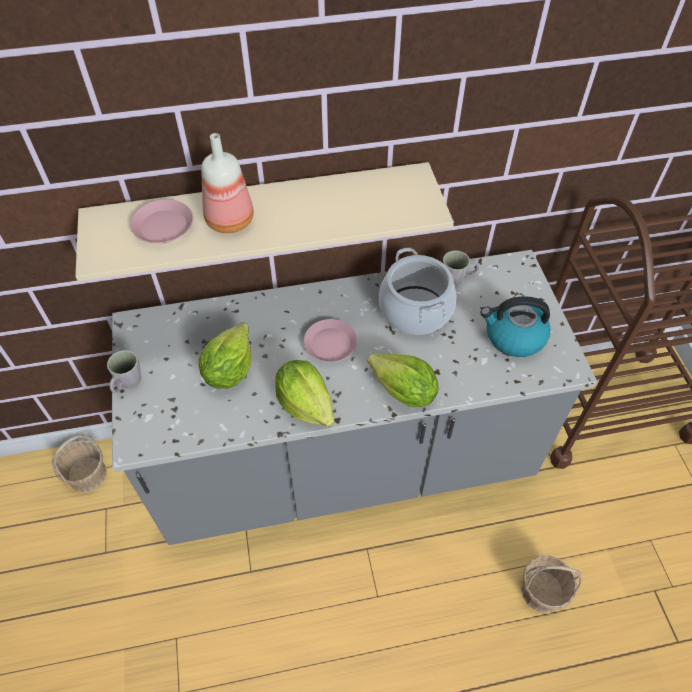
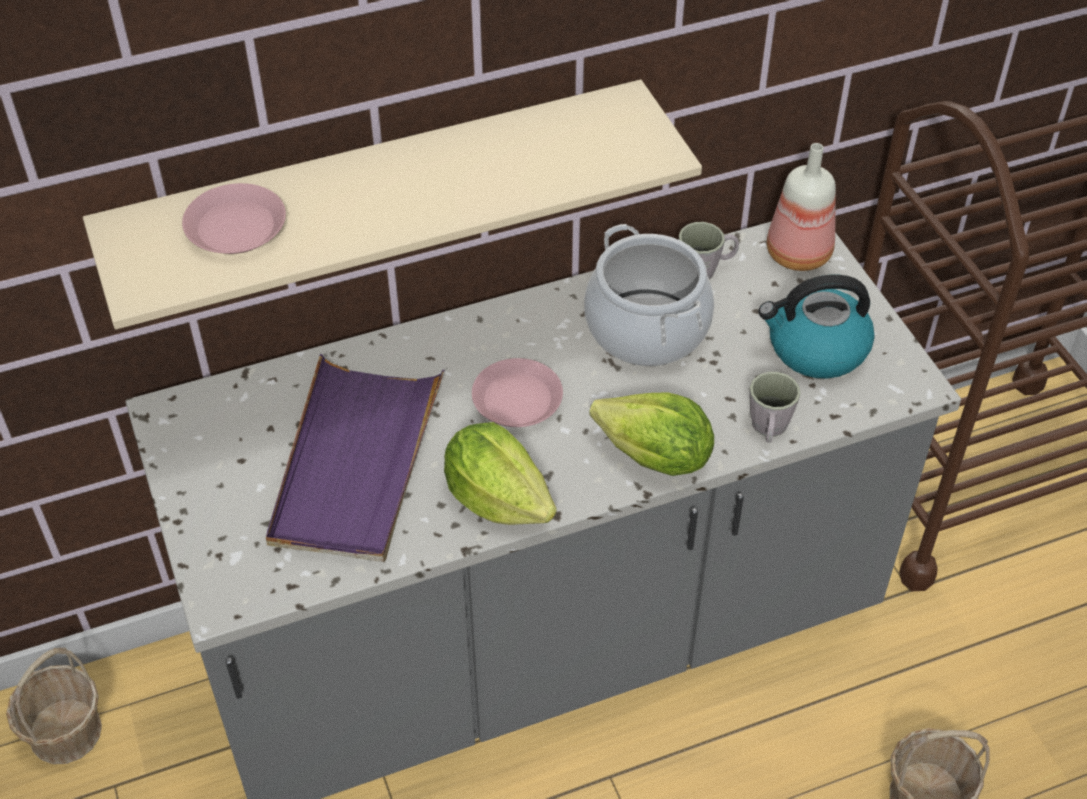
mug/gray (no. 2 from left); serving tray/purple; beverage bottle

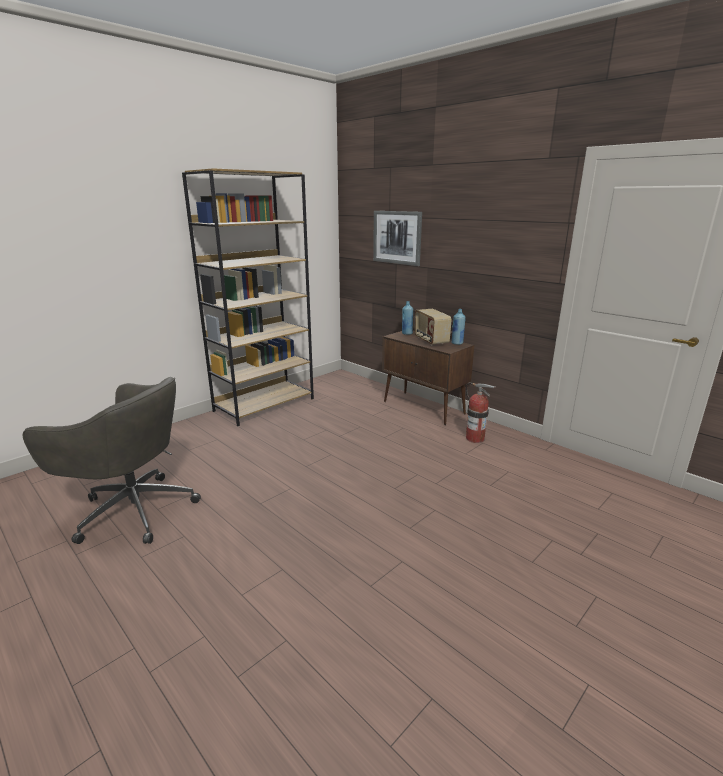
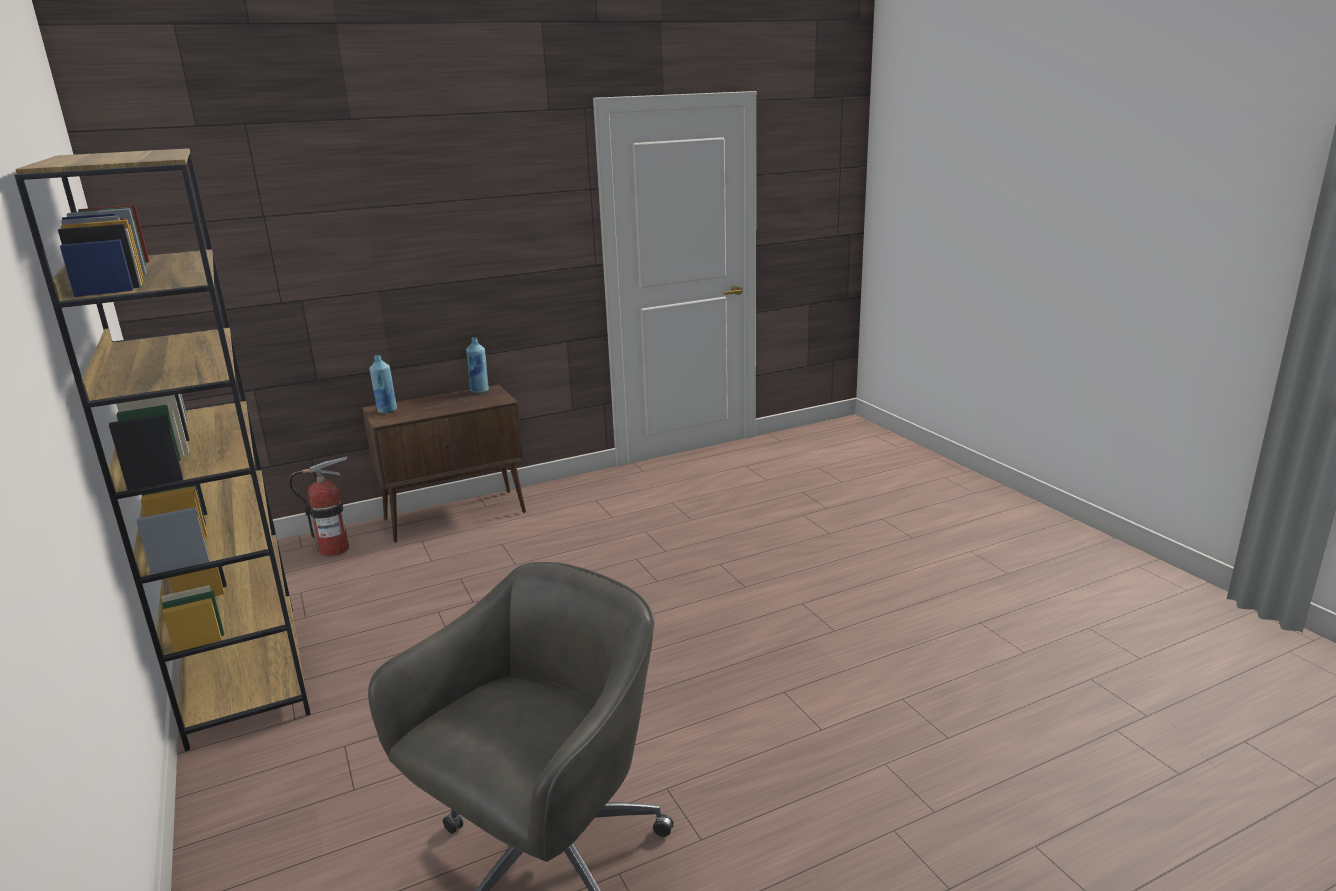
wall picture; radio receiver; extinguisher

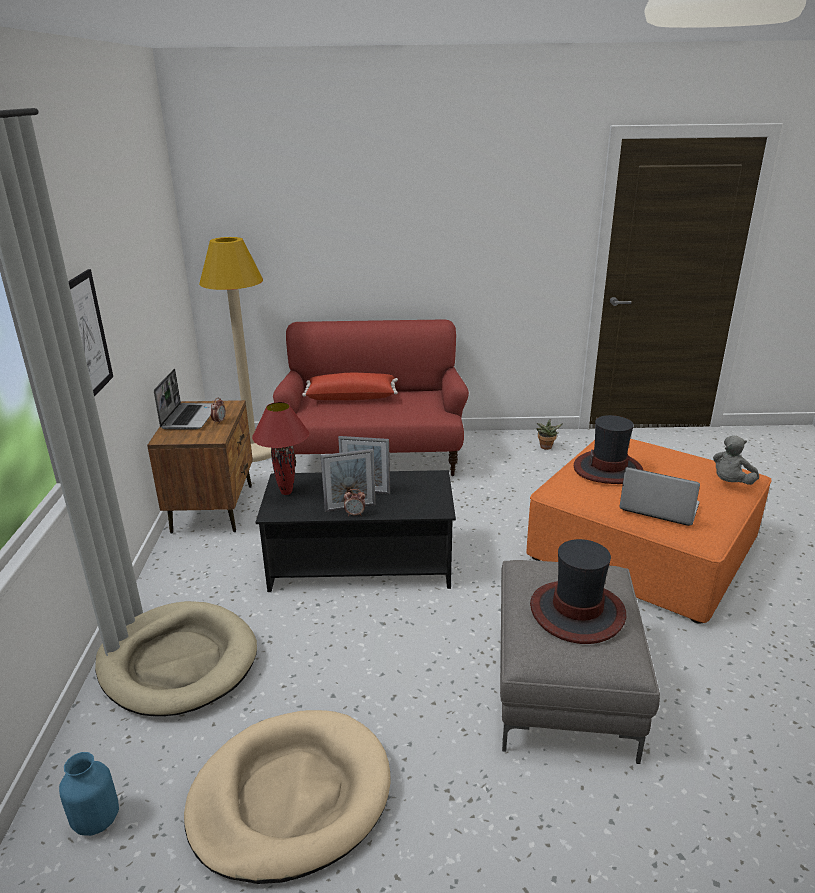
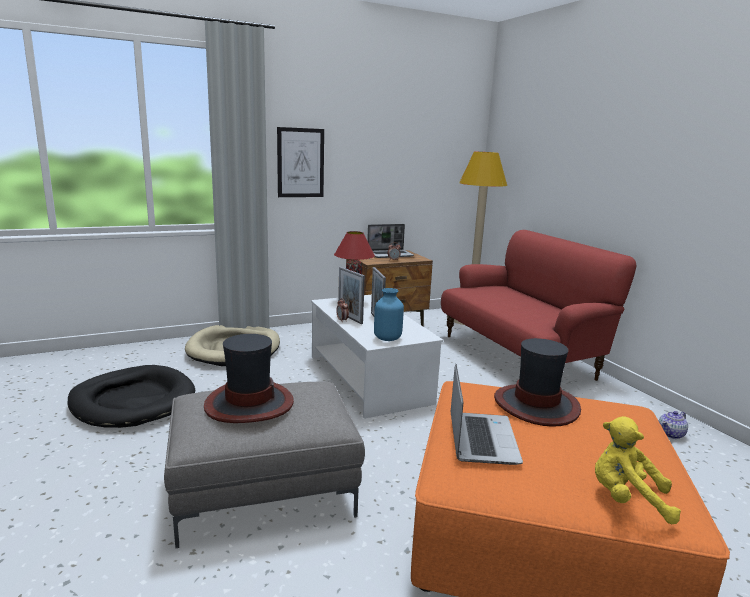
flower vase/blue-coloured; pet bed/blackish; coffee table/whitish; throw pillow/red; pot for tea; plush toy/yellow-coloured

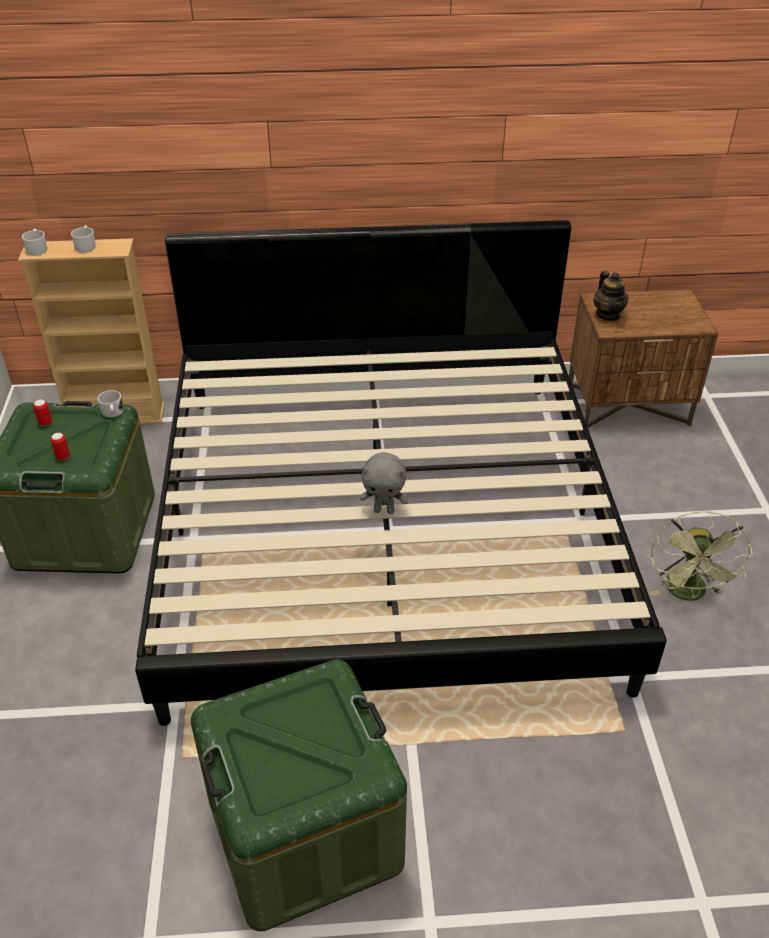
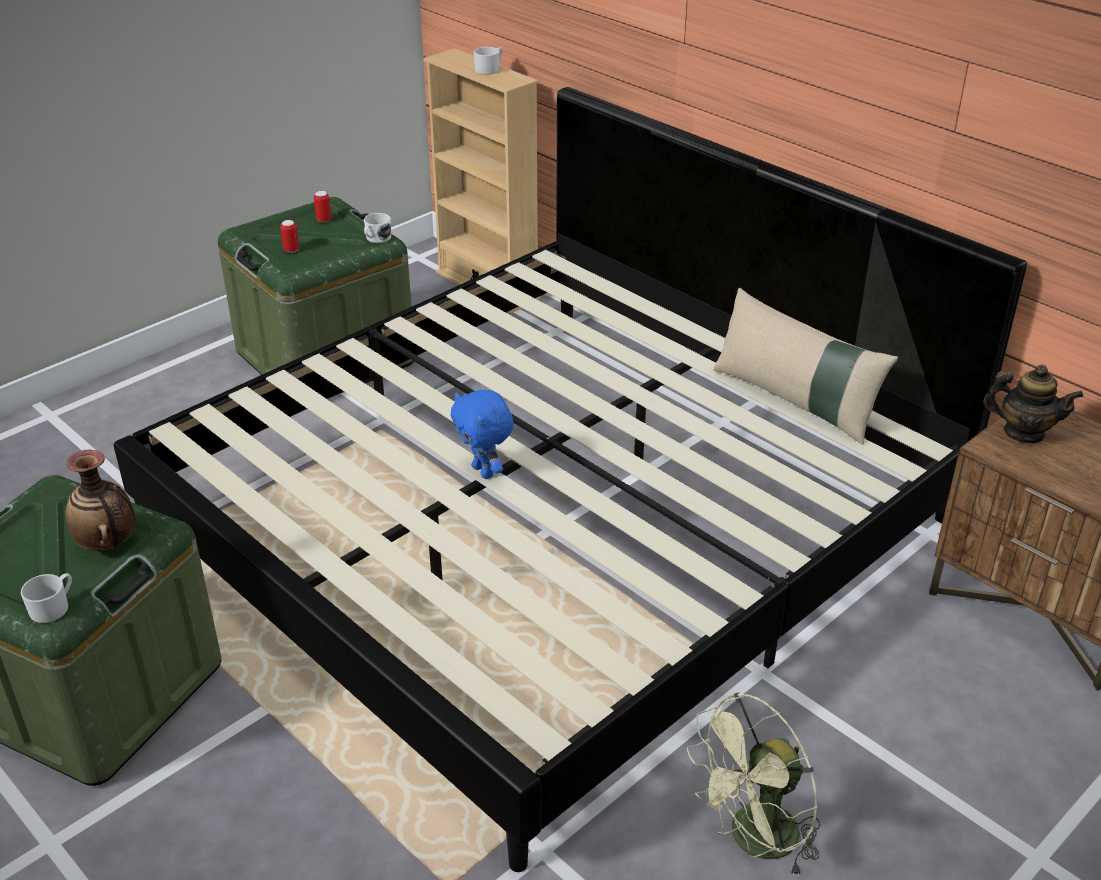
mug/whitish (no. 1 from left); plush toy/blue-coloured; pot for tea; flower vase; throw pillow/sand-coloured

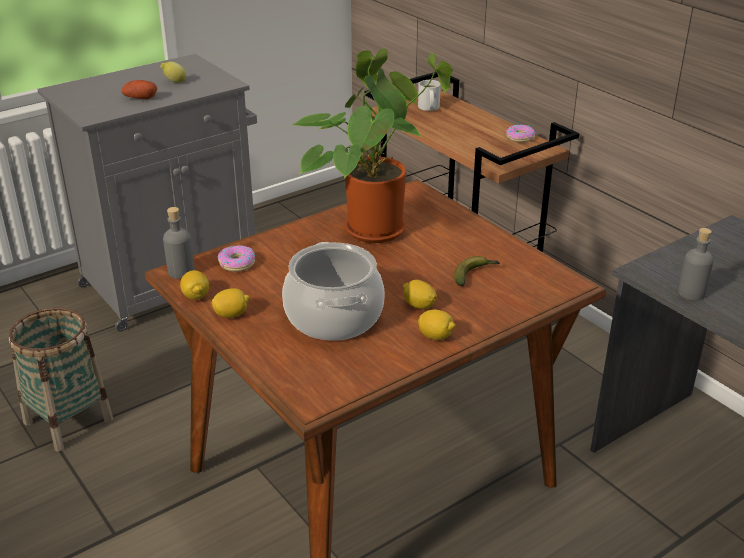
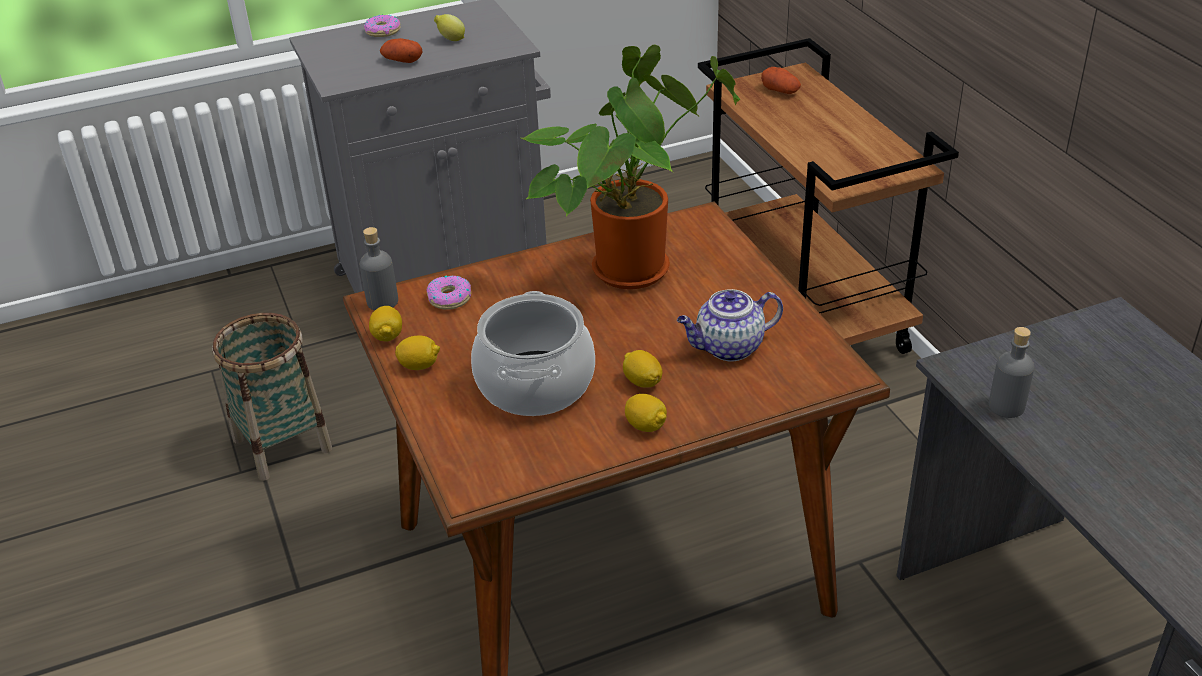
potato (no. 2 from left); pot for tea; doughnut (no. 1 from left)

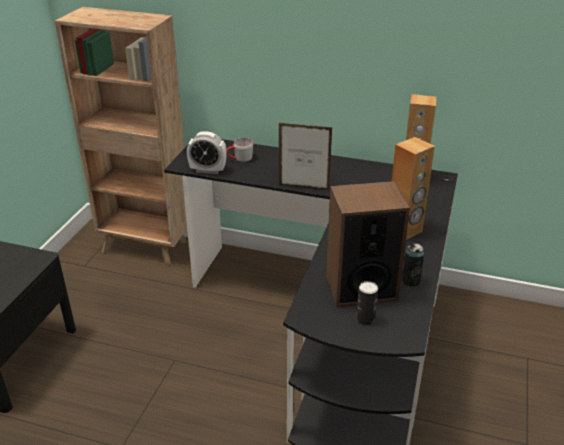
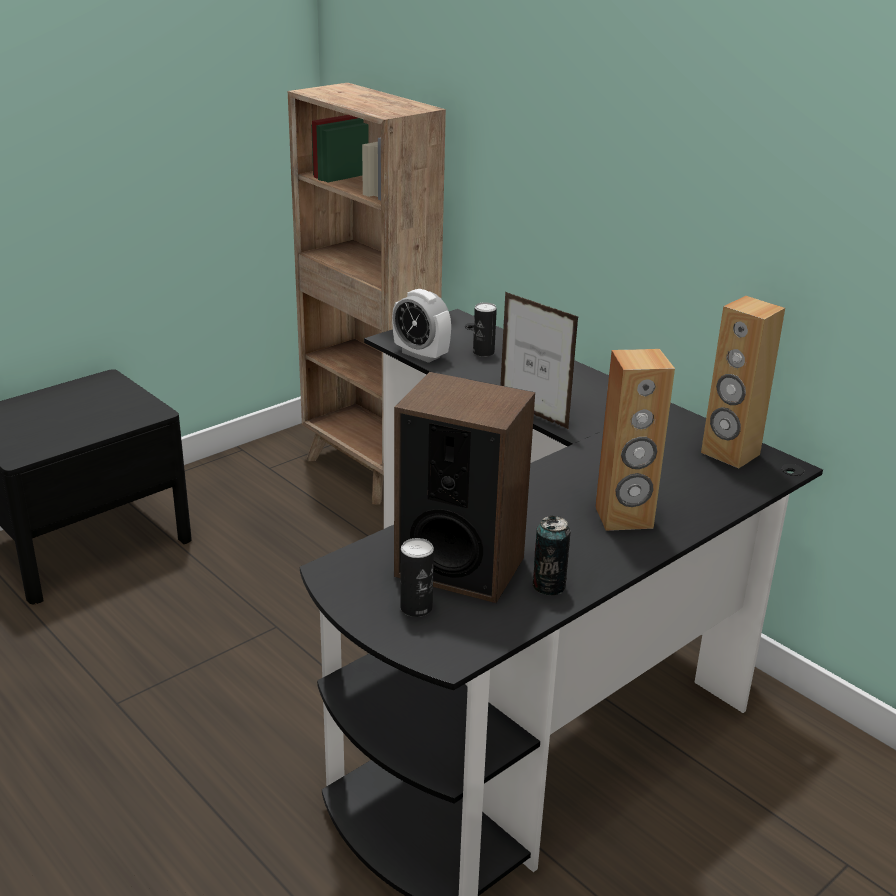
can (no. 2 from left)

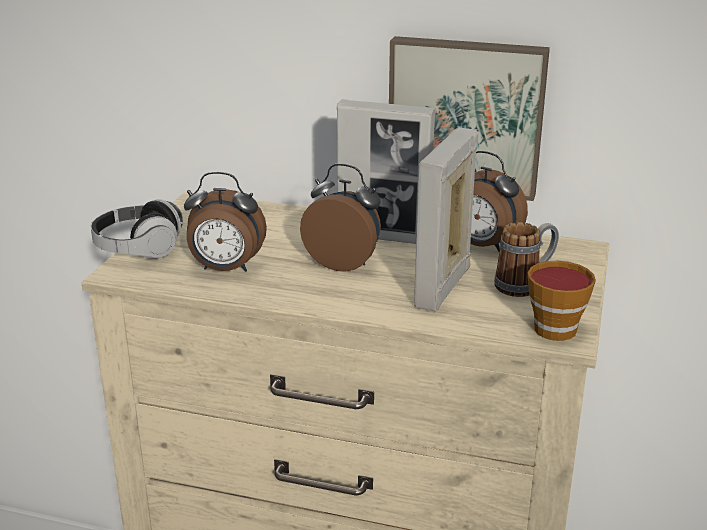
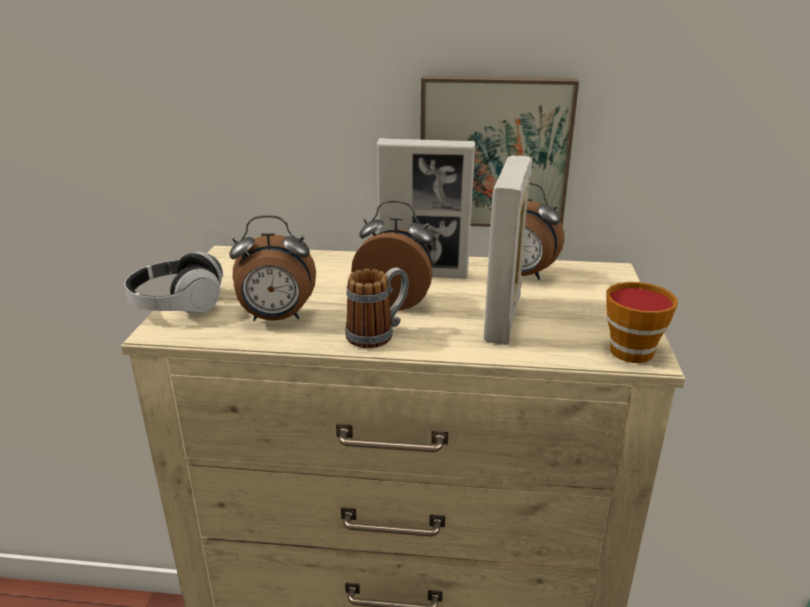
mug

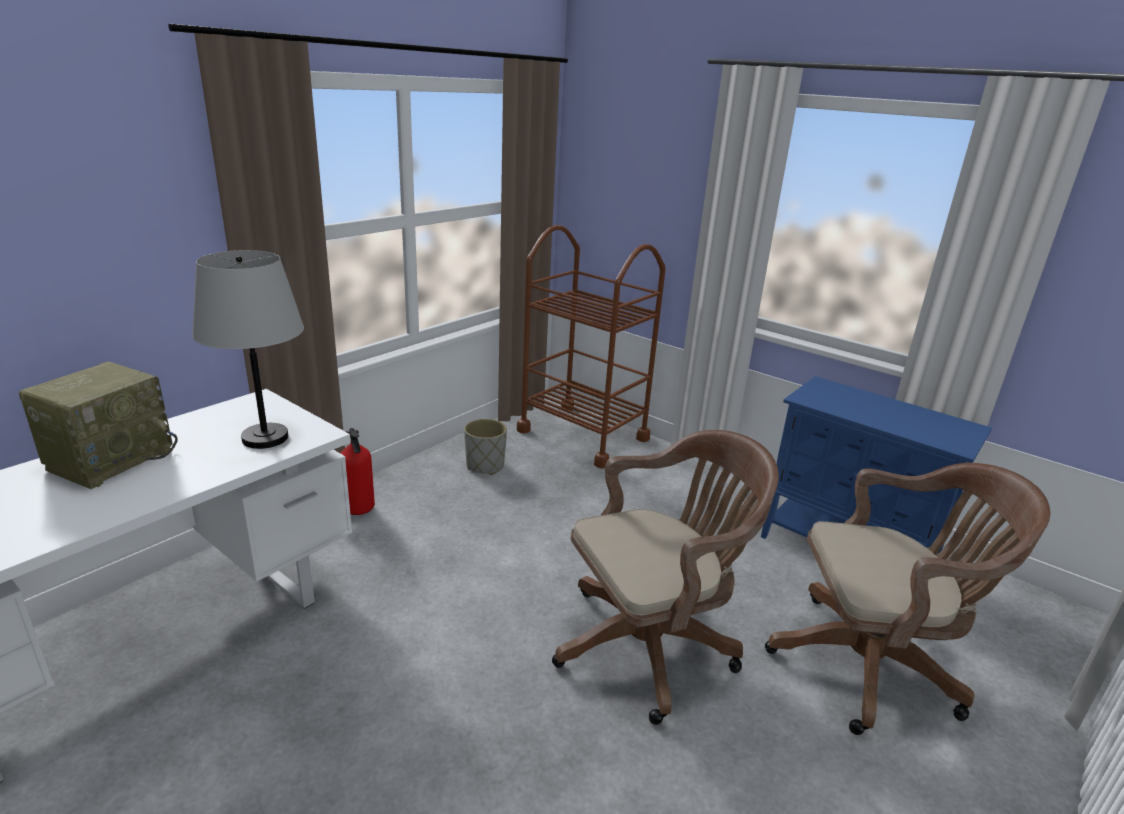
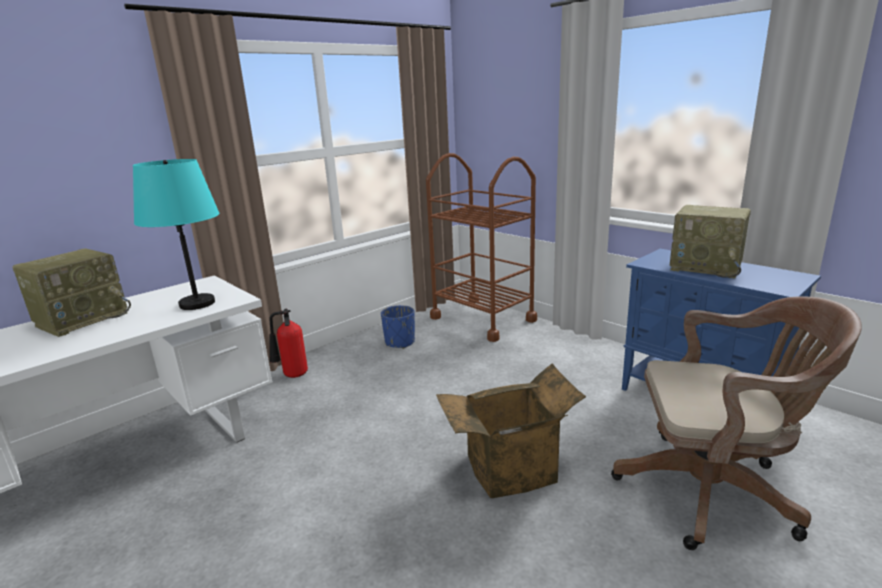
tabletop lamp/turquoise; flower pot/blue-coloured; carton; radio receiver (no. 2 from left)

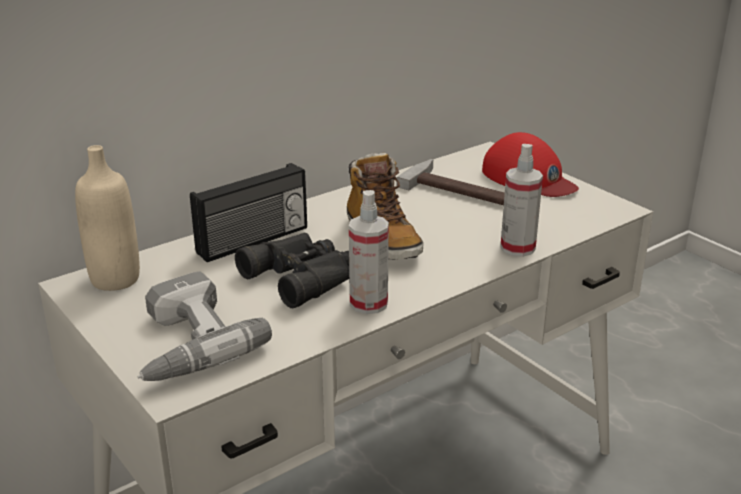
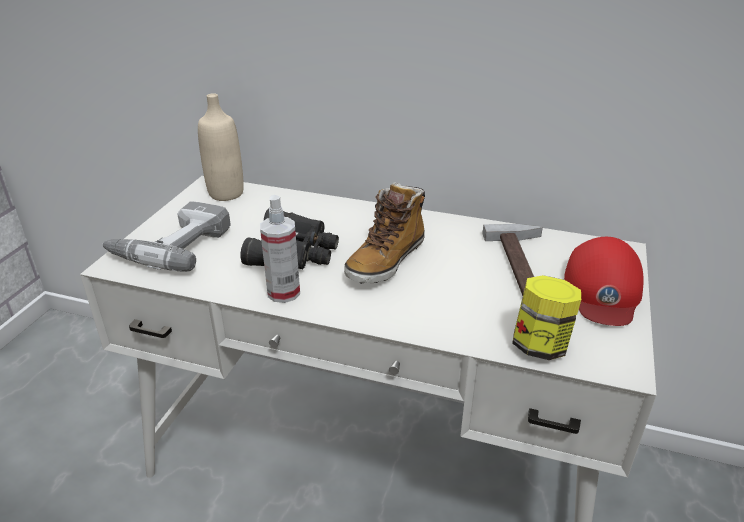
radio receiver; sprayer (no. 2 from left in the first image); storage jar

